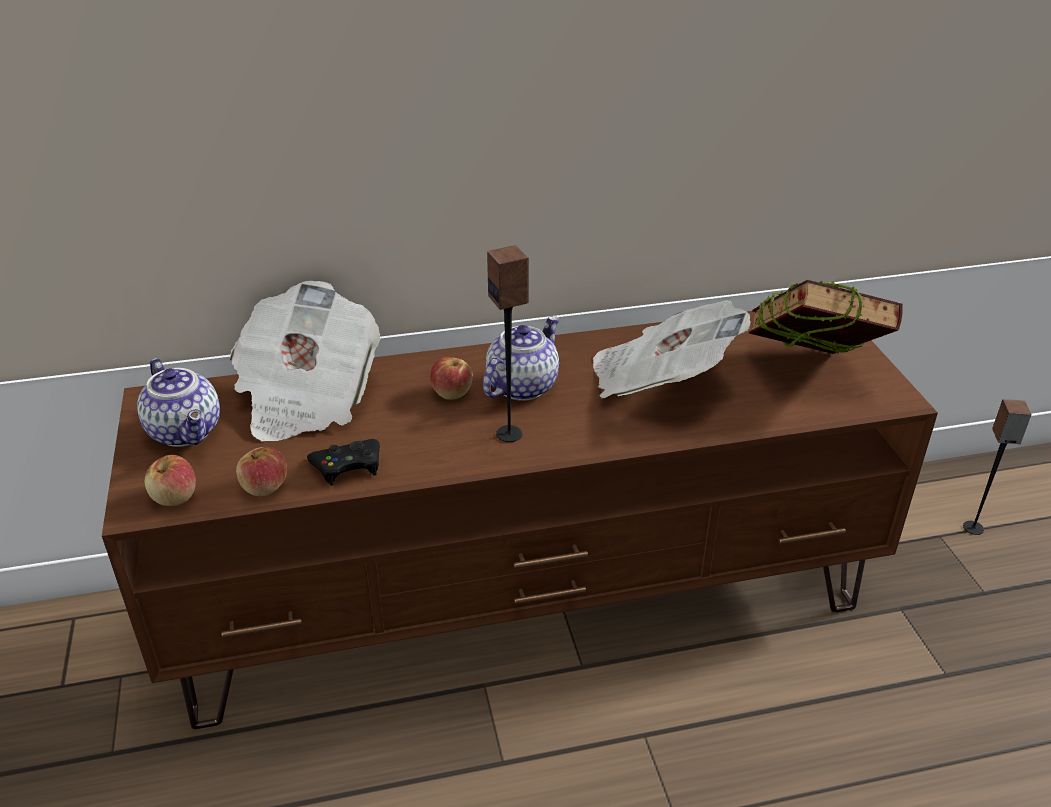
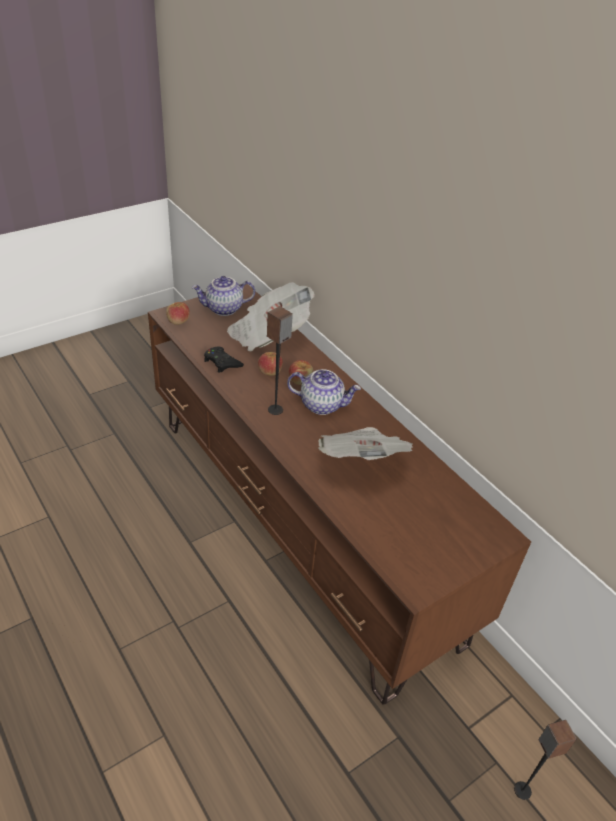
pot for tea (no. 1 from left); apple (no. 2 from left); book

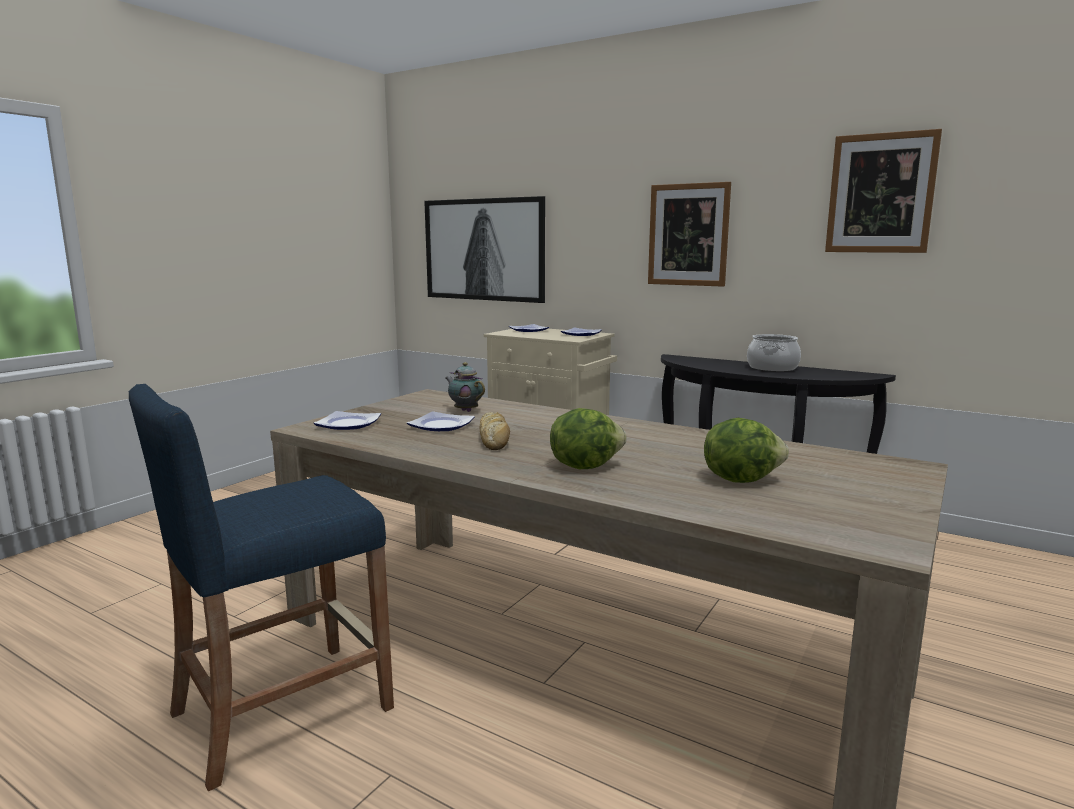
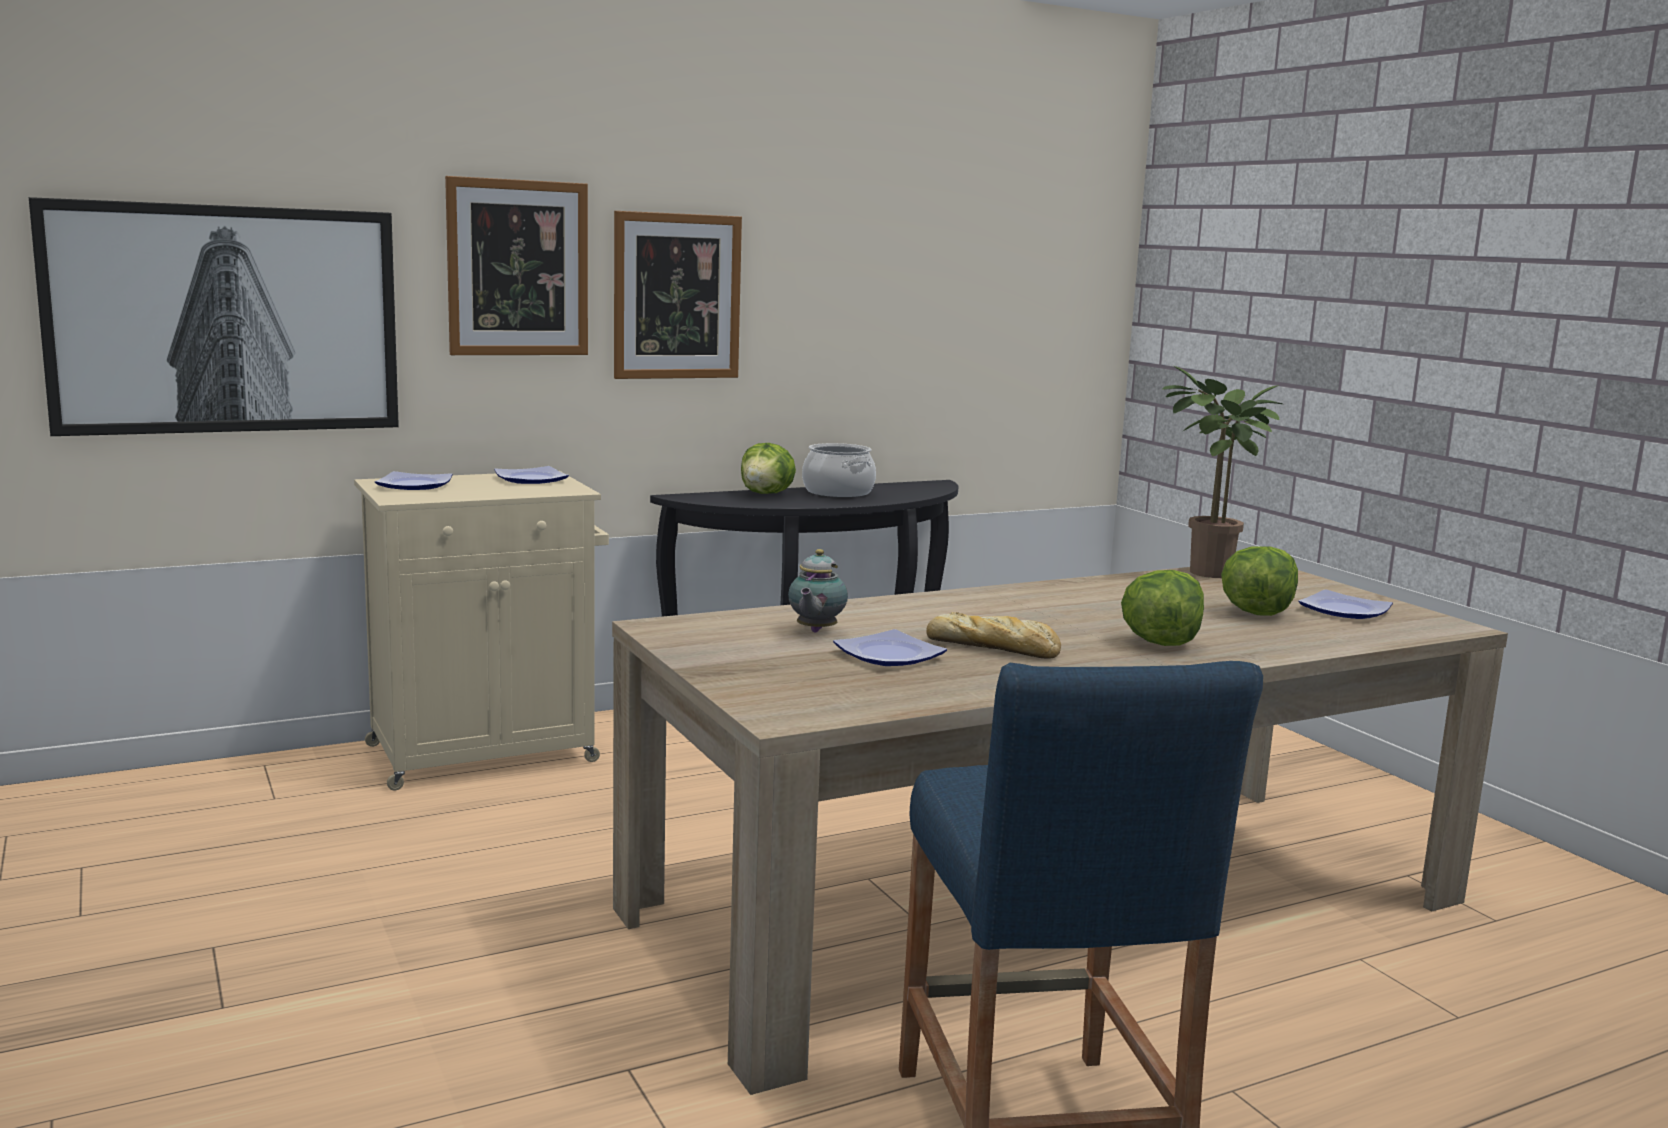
flat dish (no. 4 from left); pot for tea; wall picture (no. 2 from left); lettuce head (no. 1 from left); plant in a pot

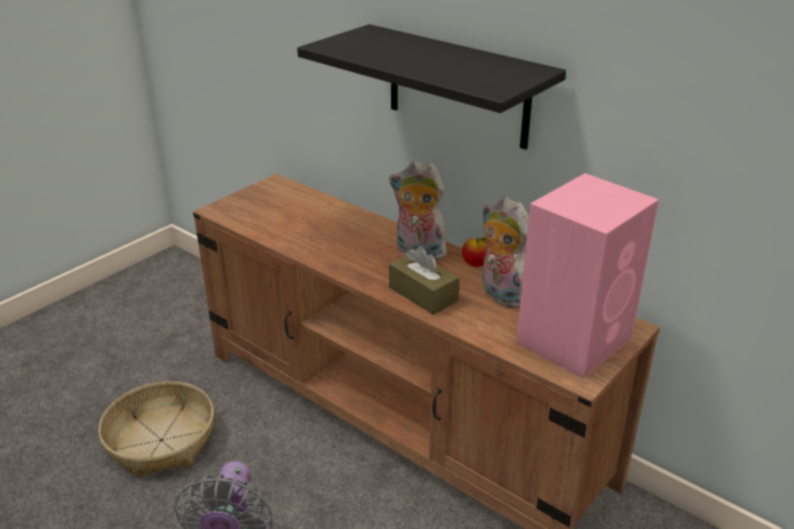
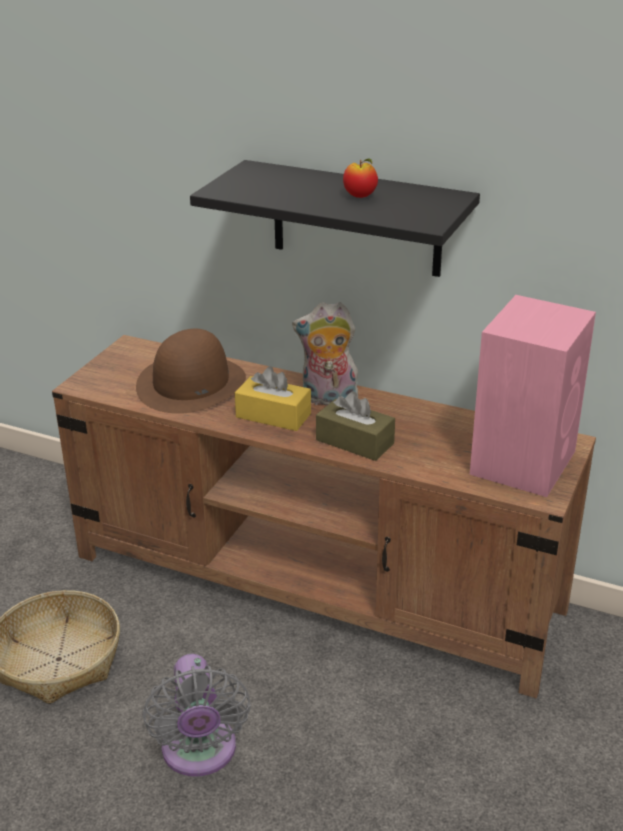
apple; plush toy (no. 2 from left in the first image); clothing hat/brown; tissue box/yellow-coloured

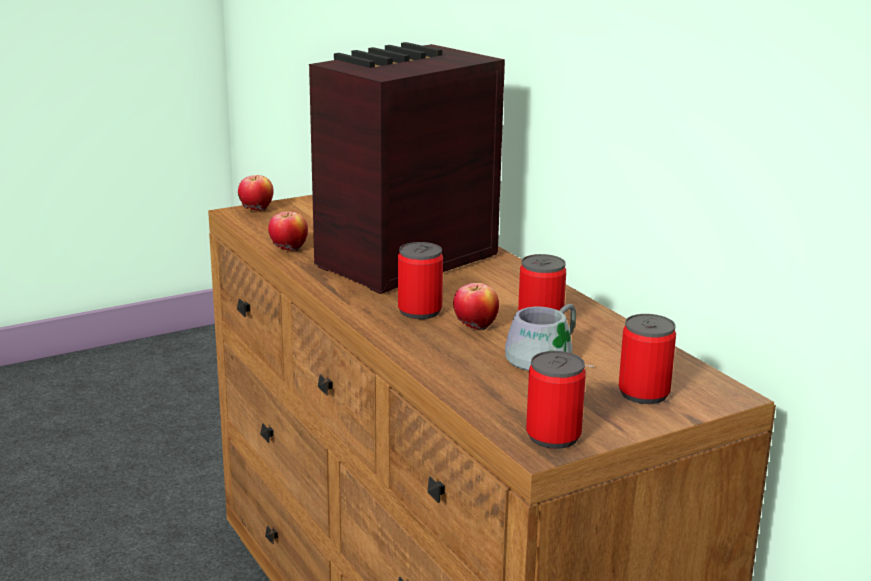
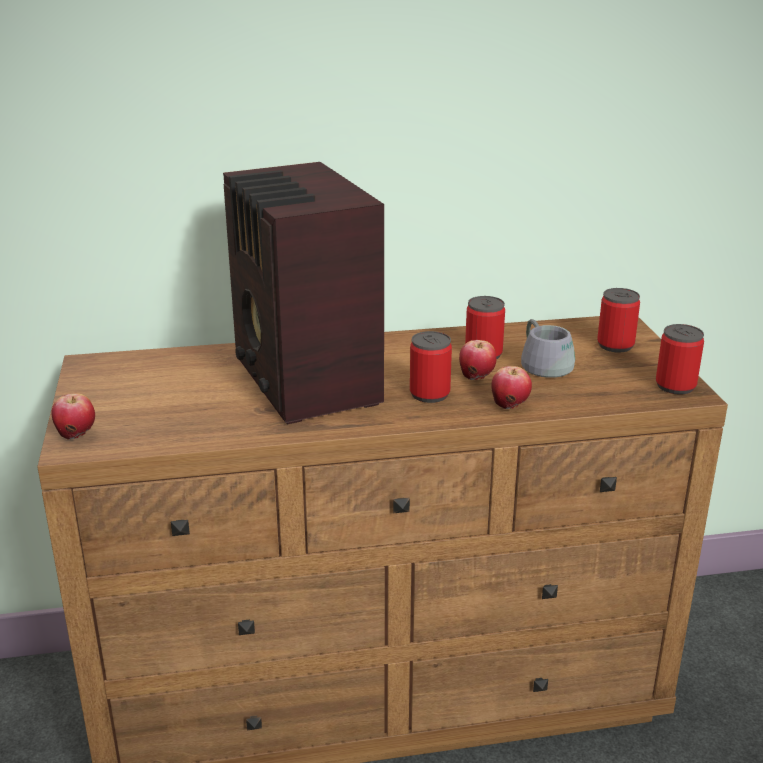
apple (no. 3 from left)

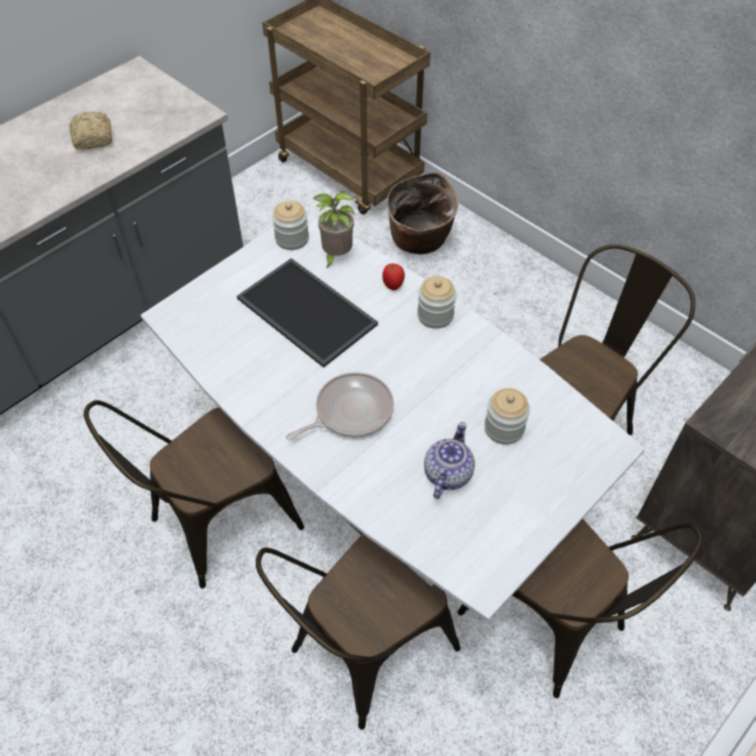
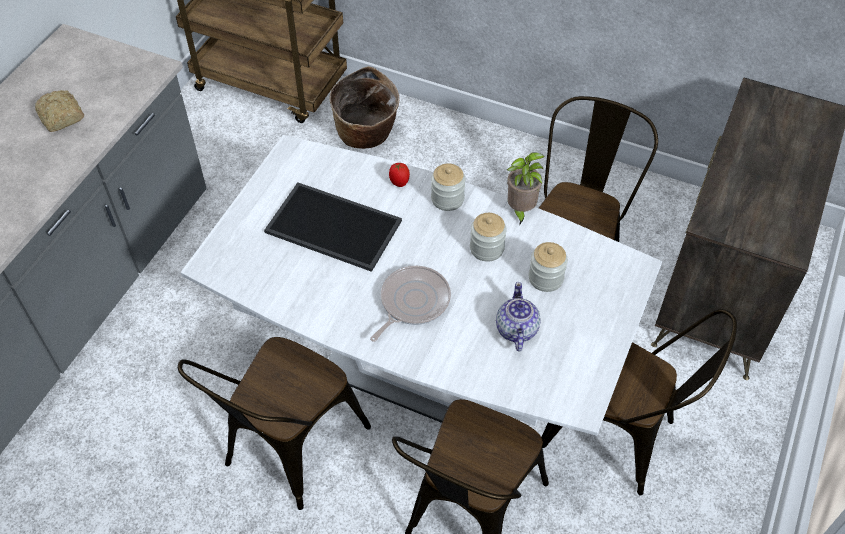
storage jar (no. 2 from left); plant in a pot

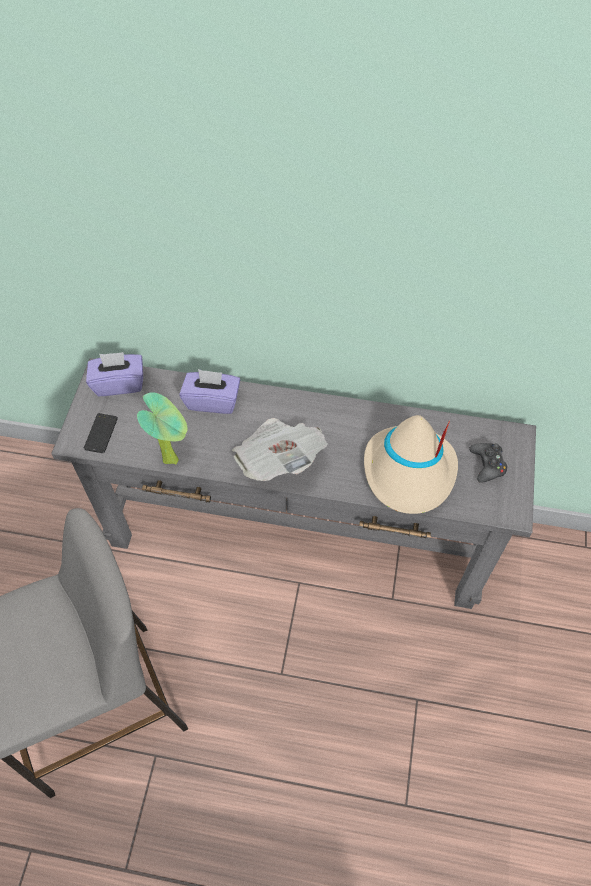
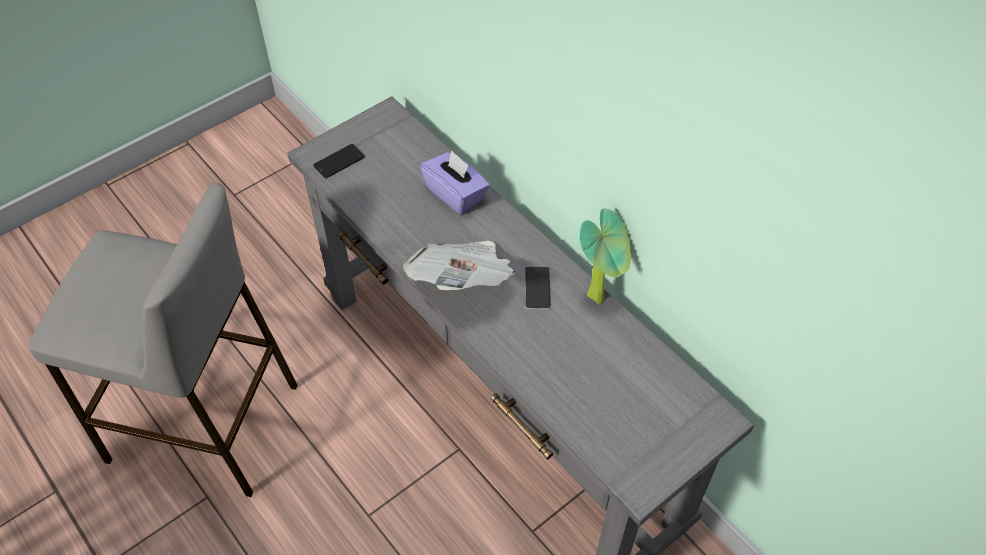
tissue box/purple (no. 1 from left in the first image); plant in a pot; clothing hat/sand-coloured; gamepad/blackish; handset (no. 2 from left)

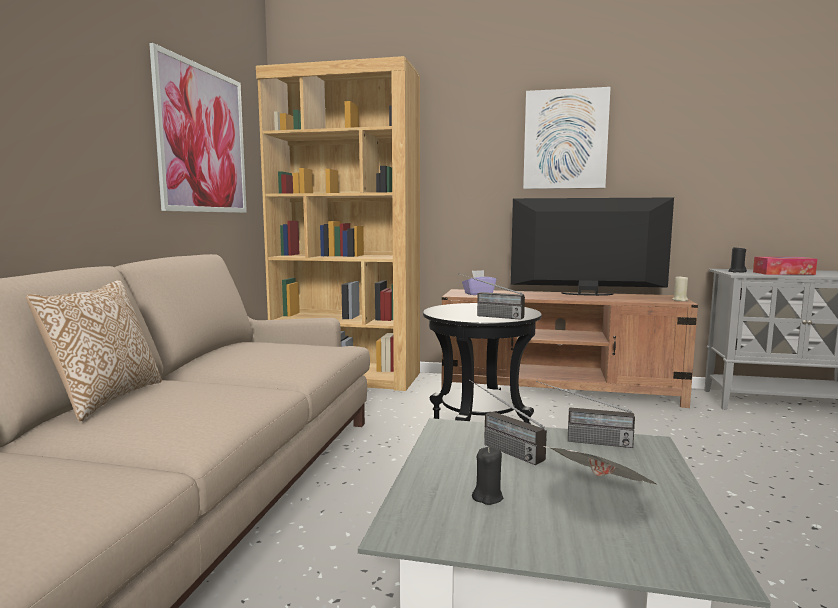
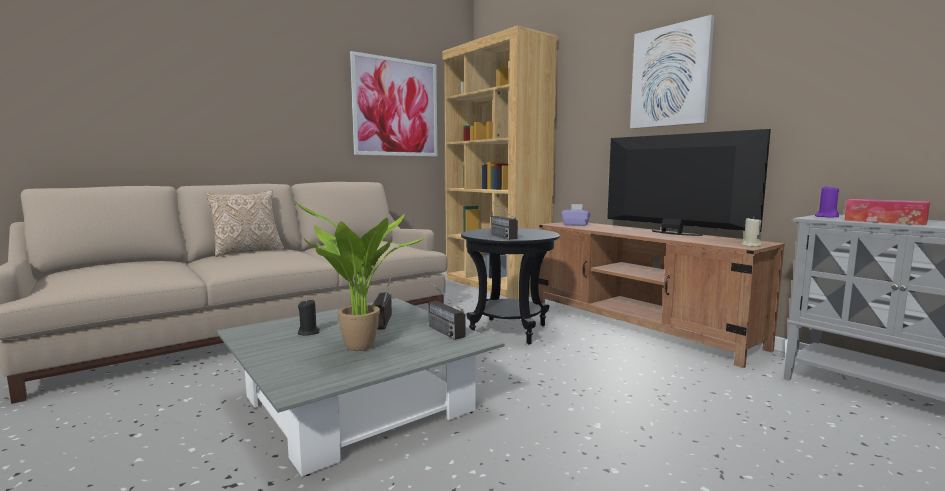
plant in a pot; candle/purple

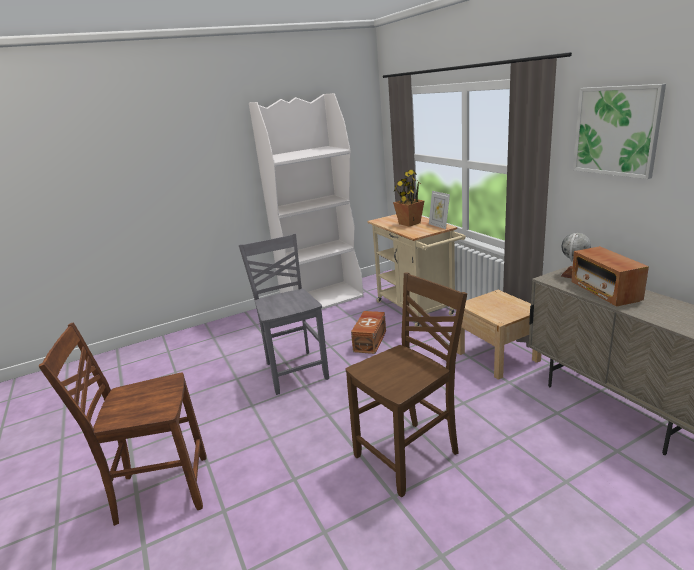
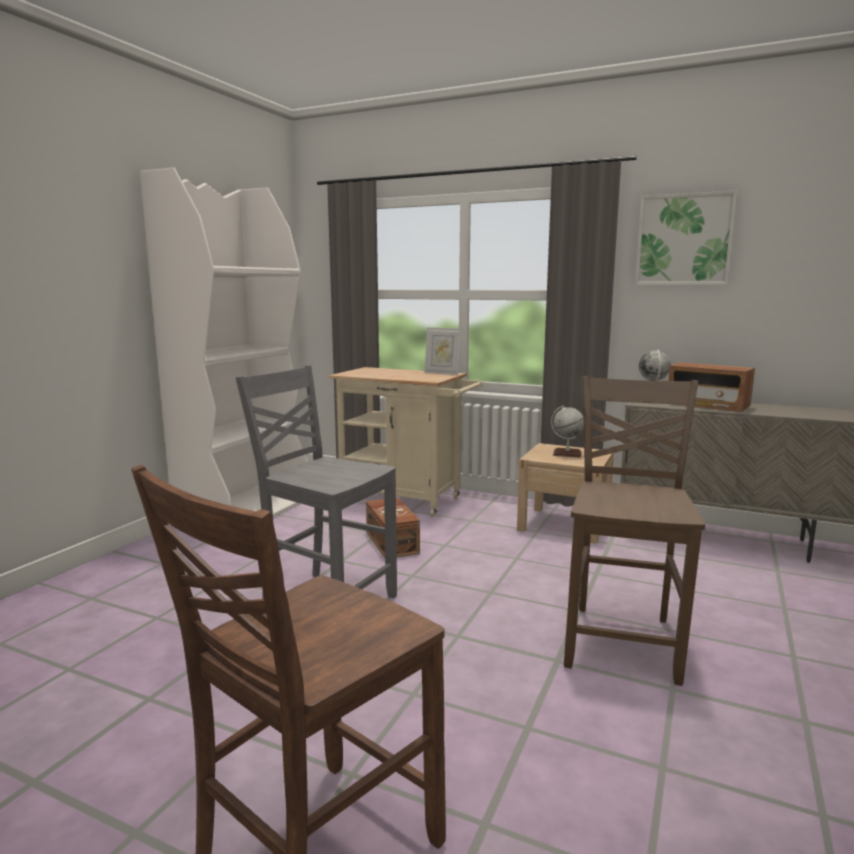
plant in a pot; globe (no. 1 from left)

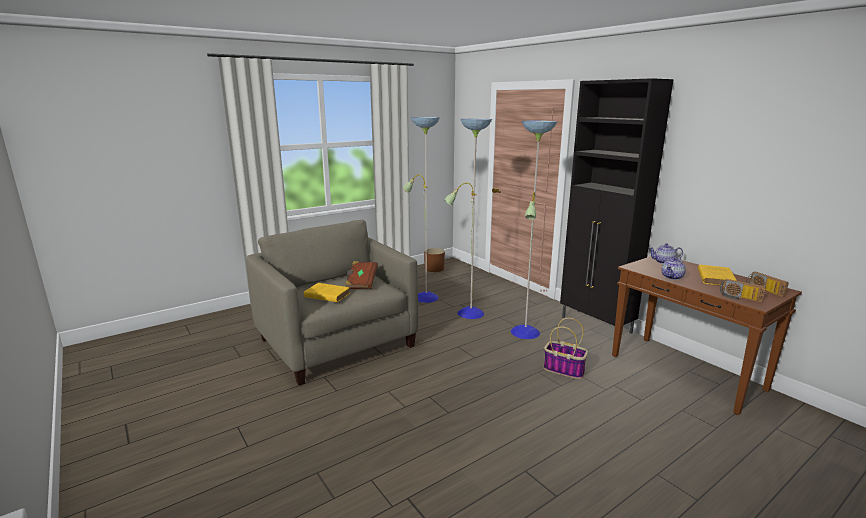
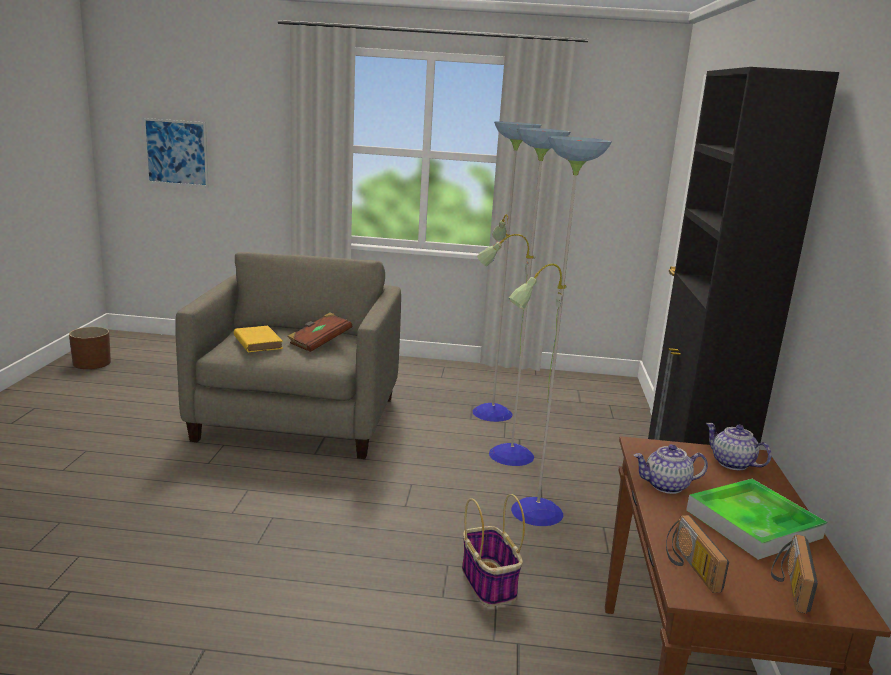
flower pot/brown; serving tray; wall picture

